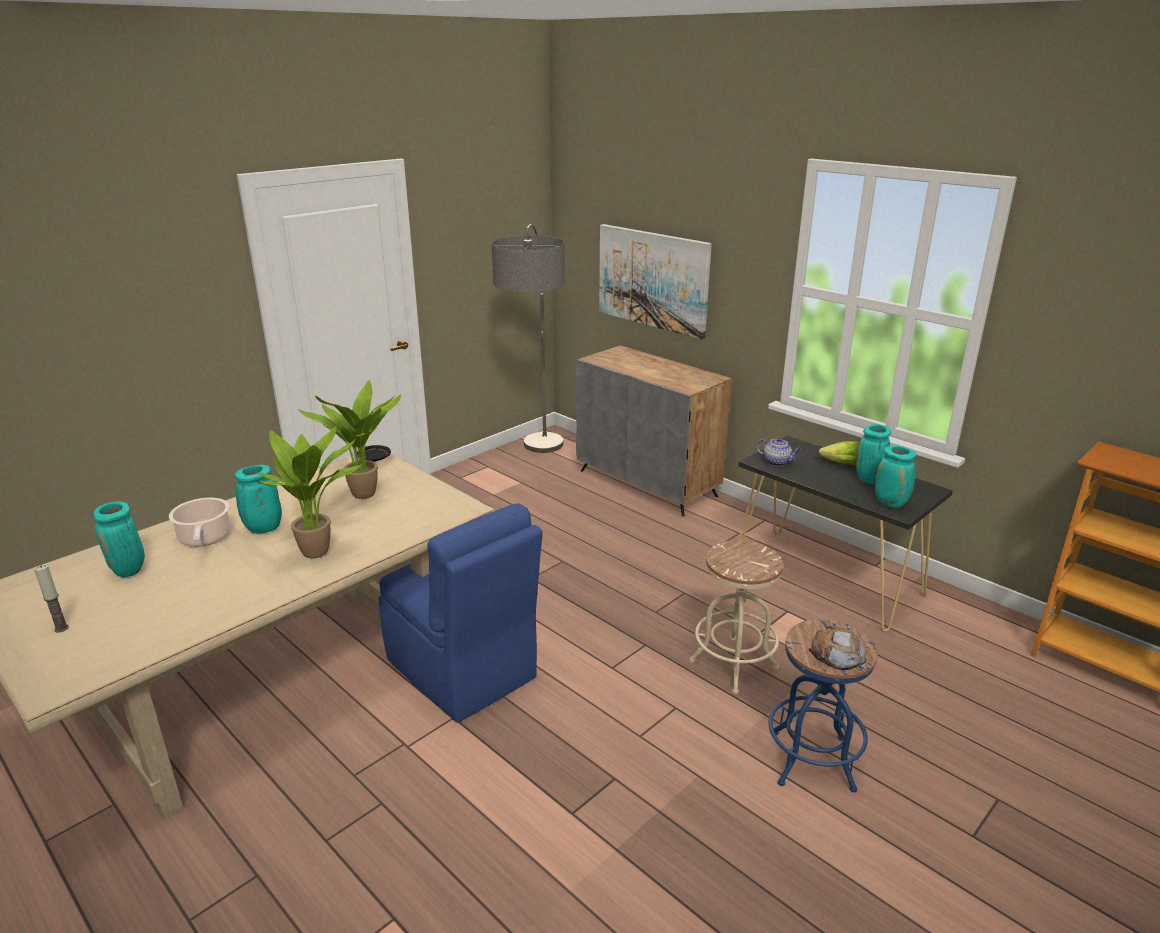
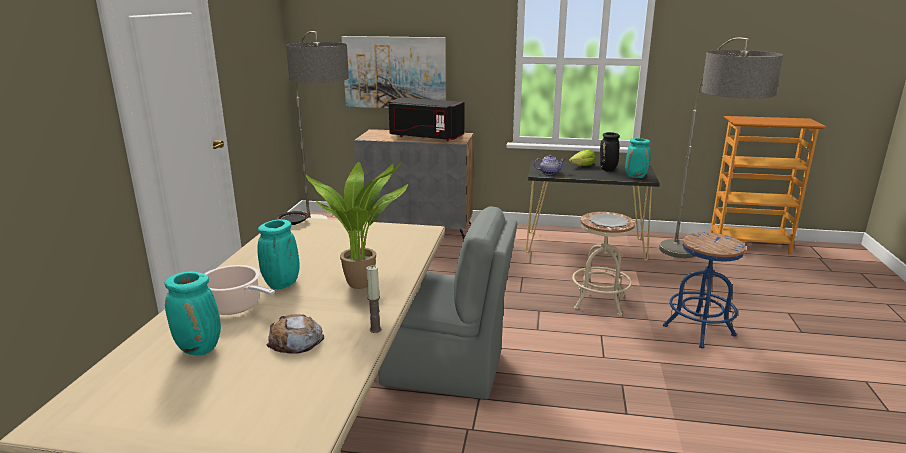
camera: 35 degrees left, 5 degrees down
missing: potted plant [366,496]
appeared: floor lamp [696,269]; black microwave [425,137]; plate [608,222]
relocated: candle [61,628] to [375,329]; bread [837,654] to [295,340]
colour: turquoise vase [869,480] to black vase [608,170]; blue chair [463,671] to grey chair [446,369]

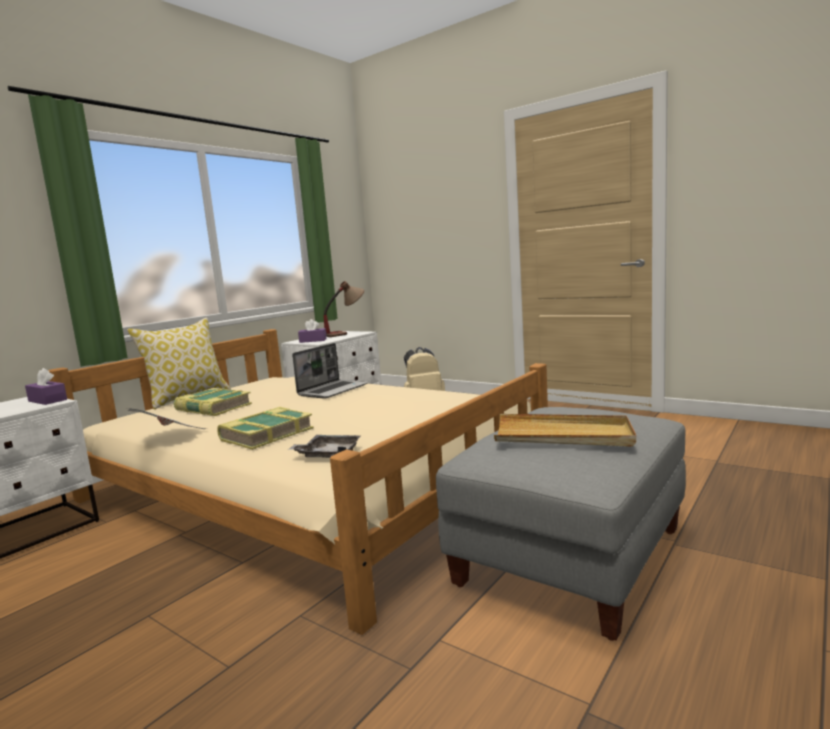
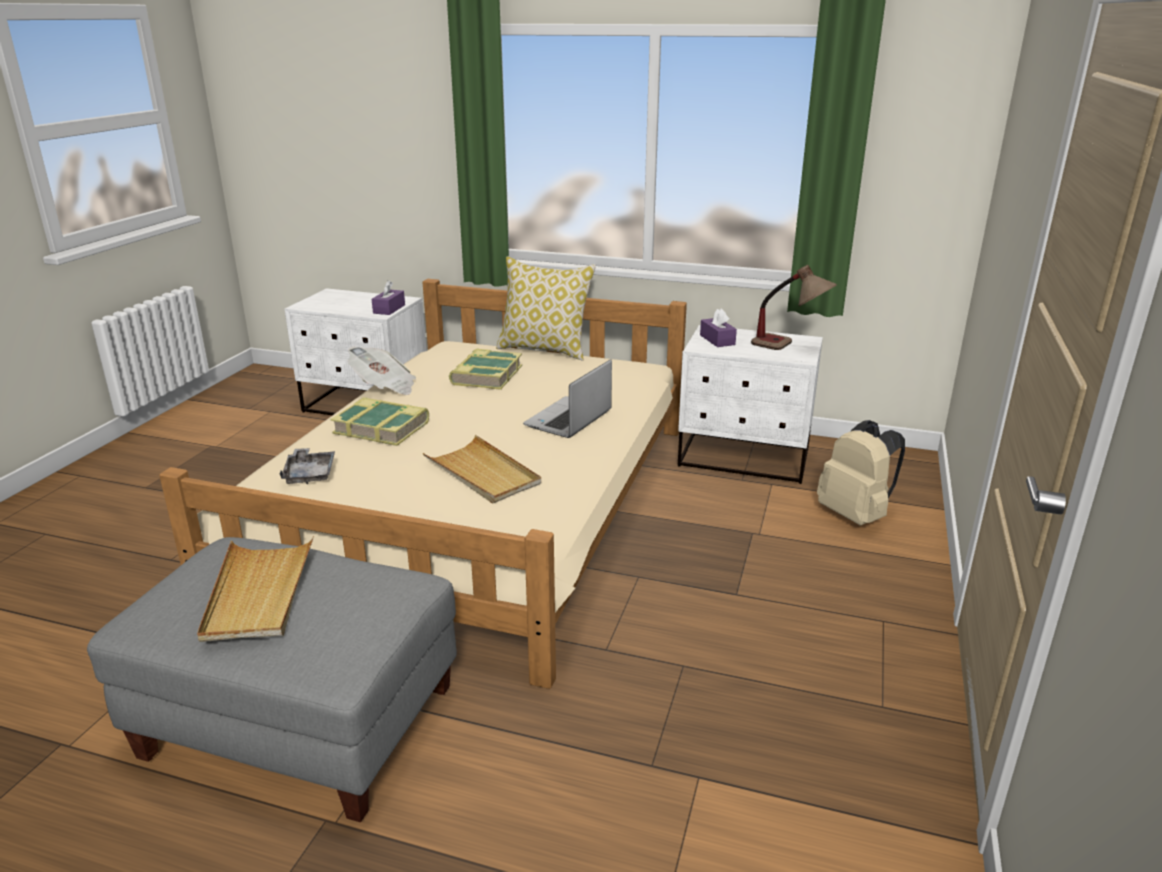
camera: 70 degrees right, 15 degrees up
appeared: beige tray [483,473]
spun: laptop [333,390] = [568,419] 105 degrees clockwise

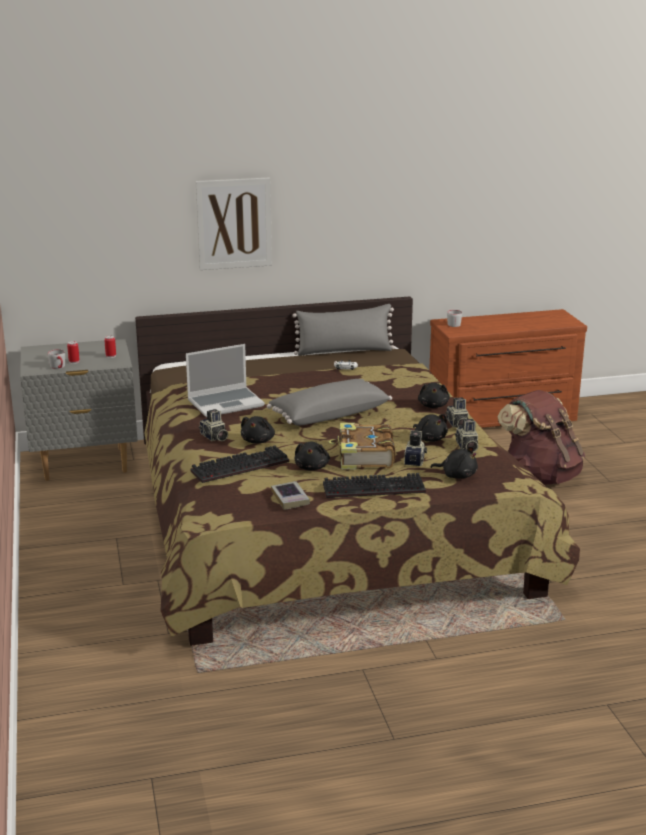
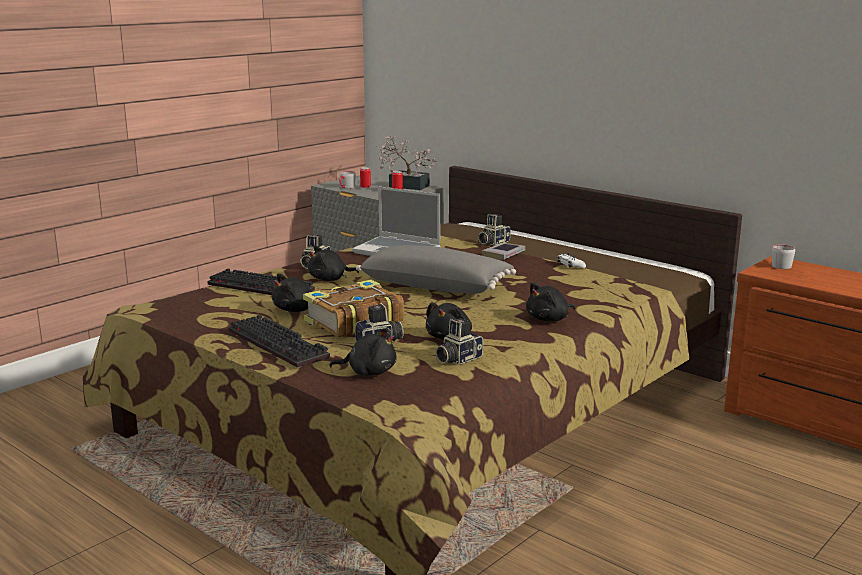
camera: 55 degrees right, 5 degrees down
missing: picture [234,223]; grey pillow [344,351]; brown backpack [540,476]
appeared: potted plant [405,185]
relocated: photo camera [457,424] to [492,243]; book [290,498] to [503,255]
spun: black plush toy [457,475] = [368,372] 75 degrees counterclockwise

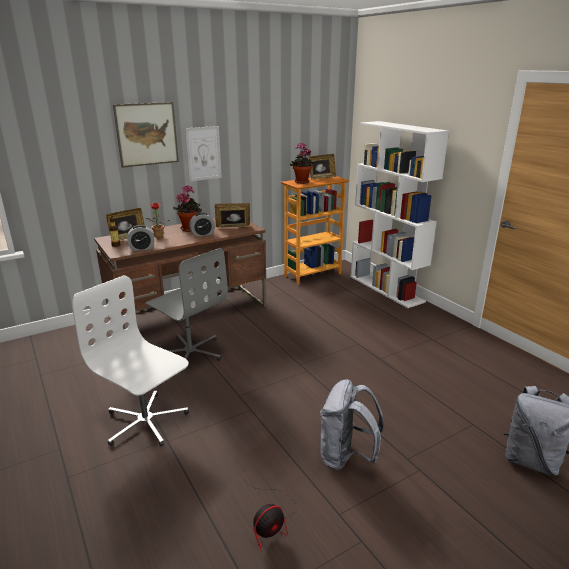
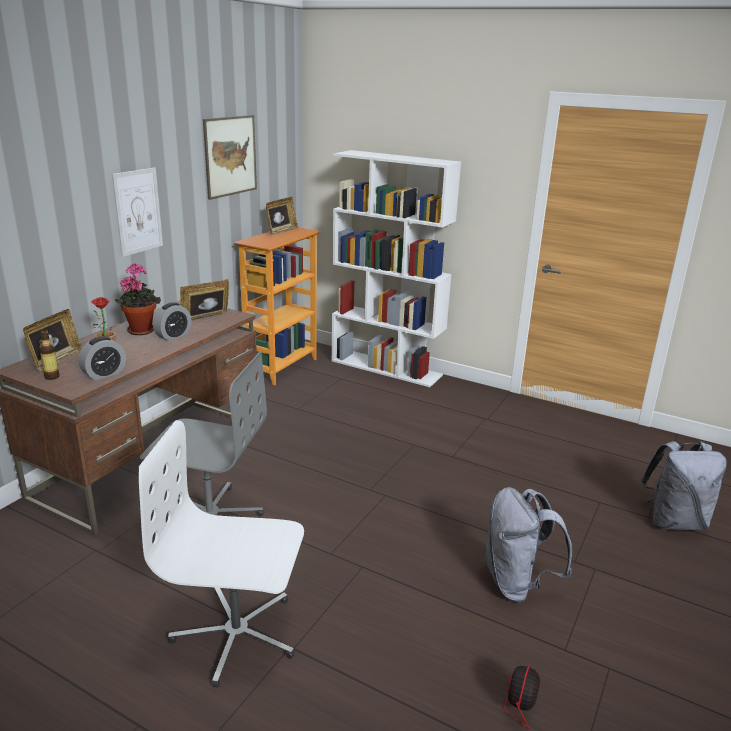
camera: 30 degrees left, 0 degrees up
missing: potted plant [301,182]
relocated: picture [147,134] to [230,156]

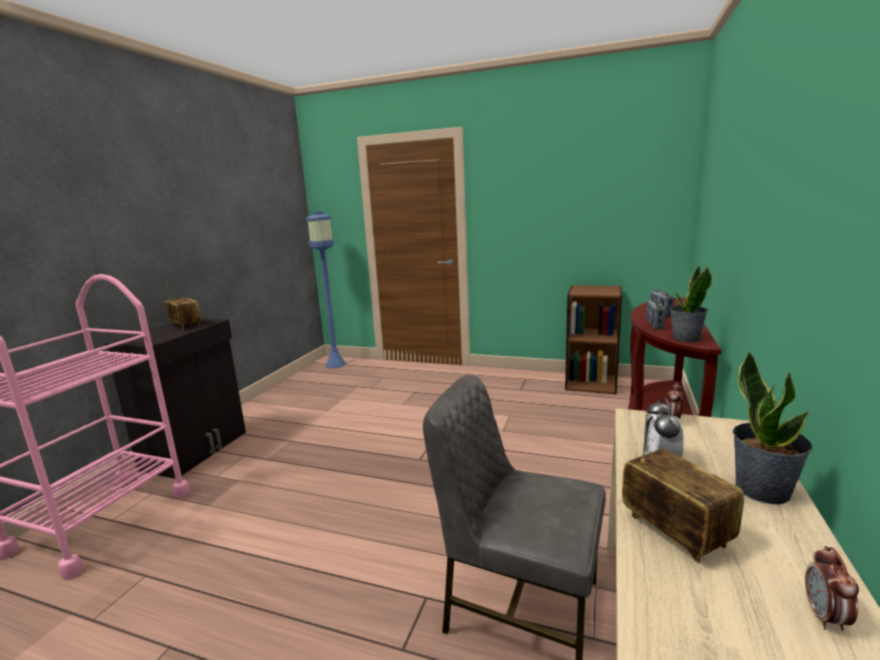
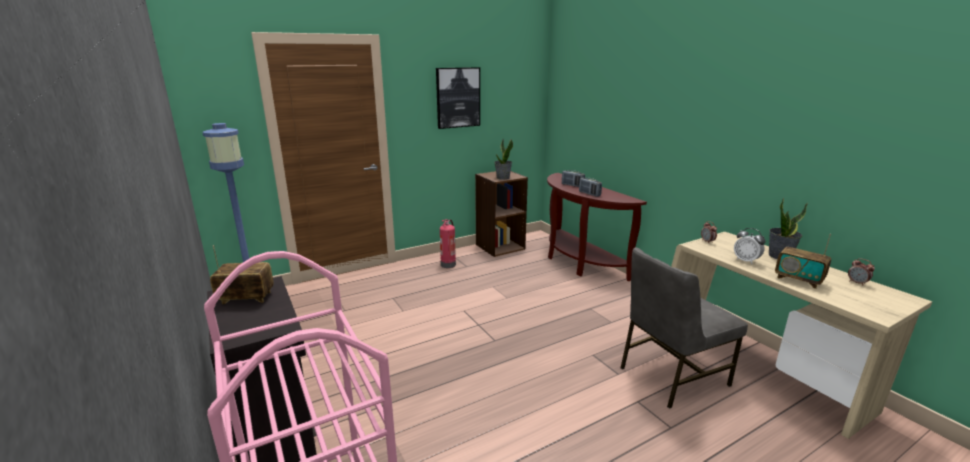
camera: 50 degrees left, 5 degrees up
appeared: picture [458,97]; fire extinguisher [448,264]
relocated: potted plant [685,338] to [503,178]
spun: radio [675,531] = [798,280] 150 degrees counterclockwise

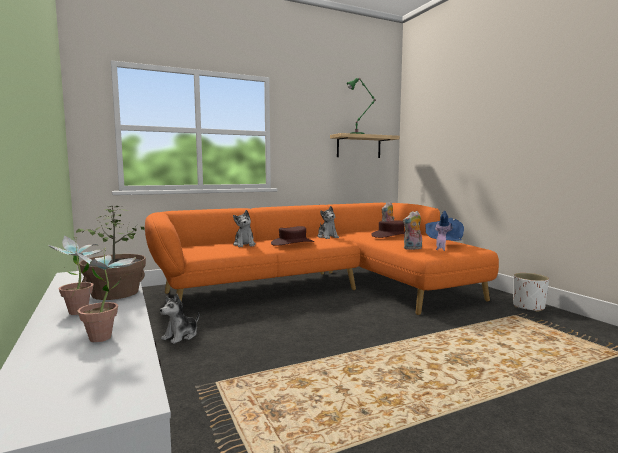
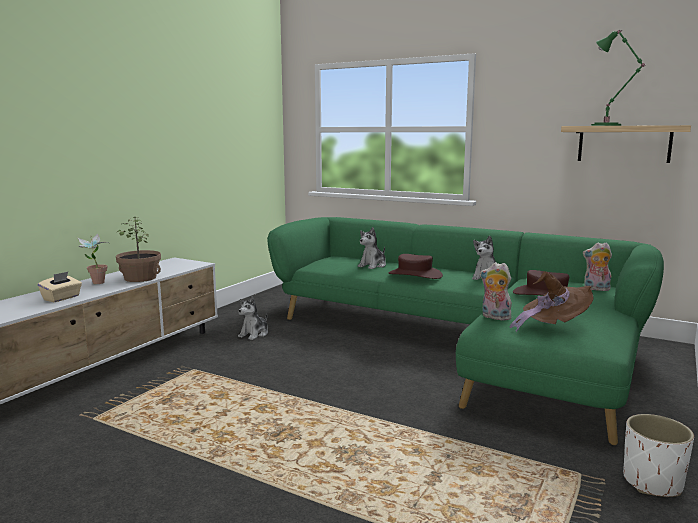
camera: 55 degrees right, 5 degrees up
exchanged: potted plant [109,337] to beige tissue box [62,298]
colour: orange sofa [327,288] to green sofa [464,344]; blue hat [443,245] to brown hat [552,327]
spun: plush toy [181,336] = [254,334] 60 degrees counterclockwise

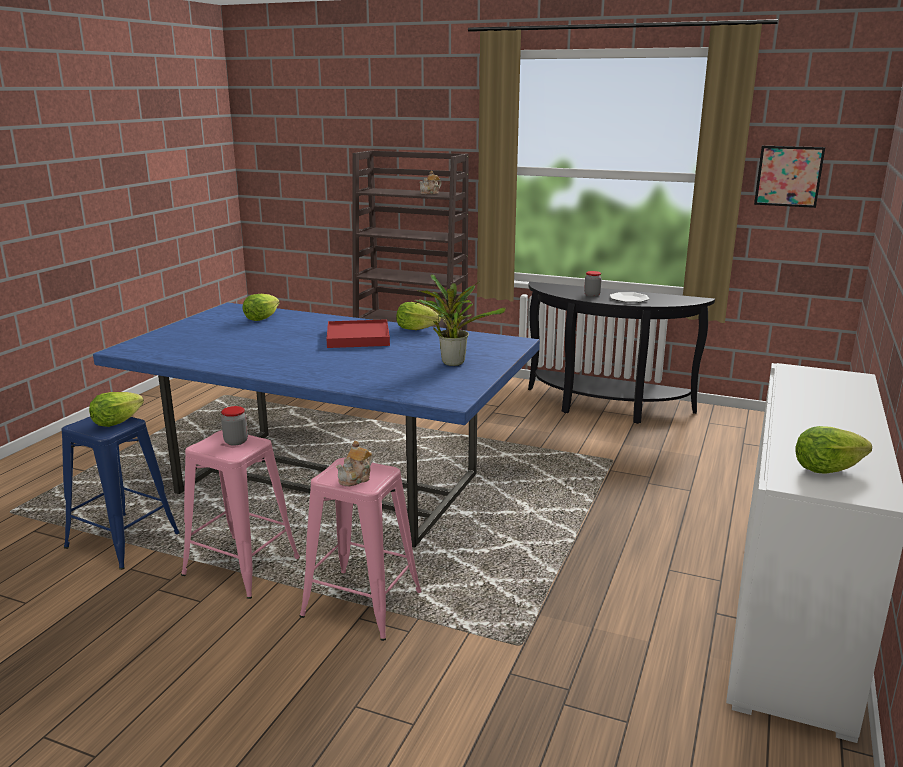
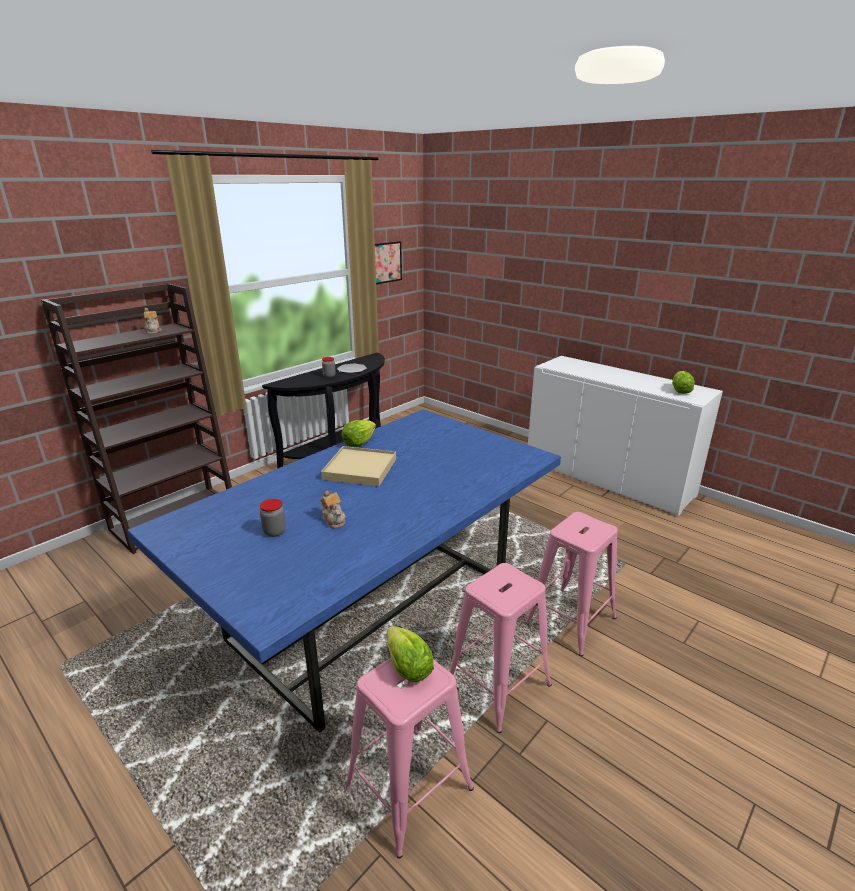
camera: 70 degrees left, 5 degrees up
missing: potted plant [451,362]; lettuce [261,318]
relocated: jar [236,441] to [274,532]; teapot [356,479] to [334,519]
colour: red tray [358,337] to beige tray [360,469]; blue stool [123,541] to pink stool [410,788]

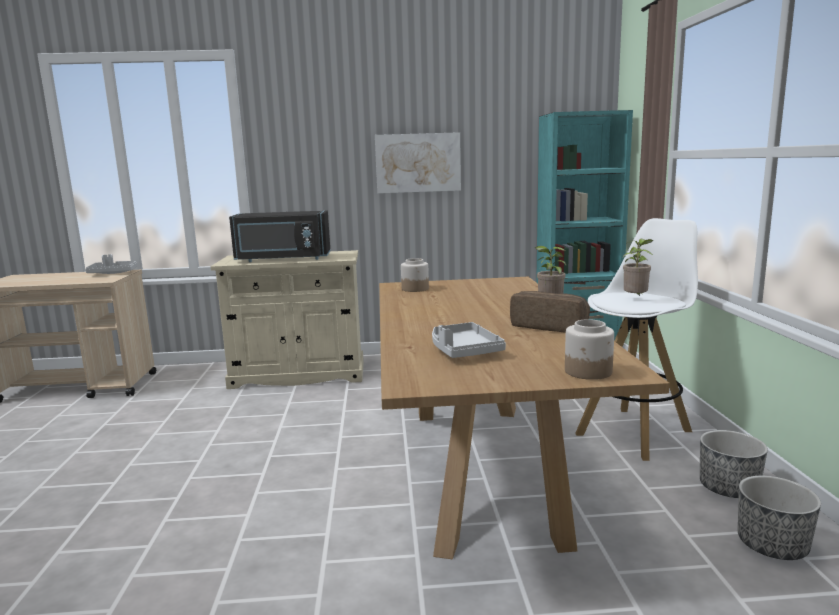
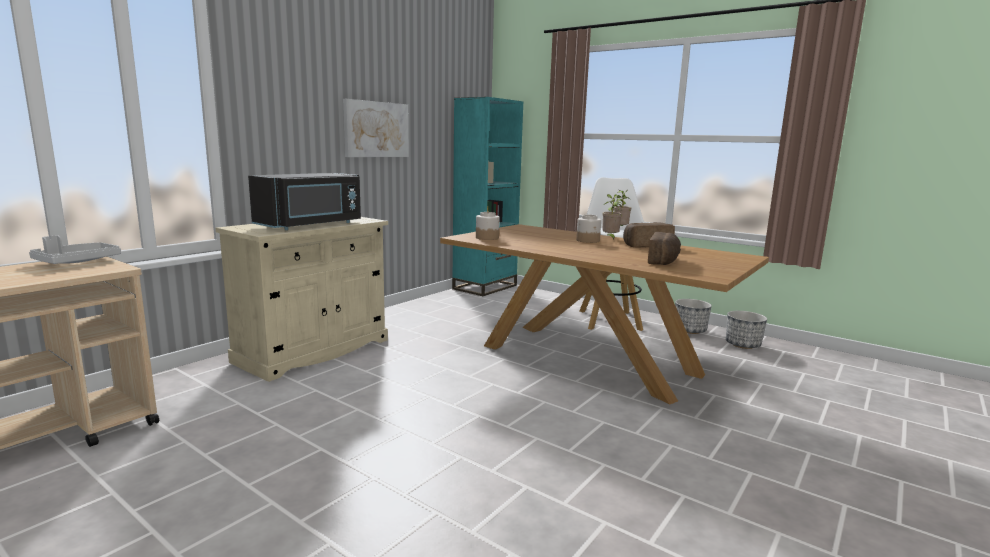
camera: 50 degrees left, 0 degrees up
relocated: jar [588,372] to [588,241]
exchanged: grey tray [463,351] to bread [664,261]

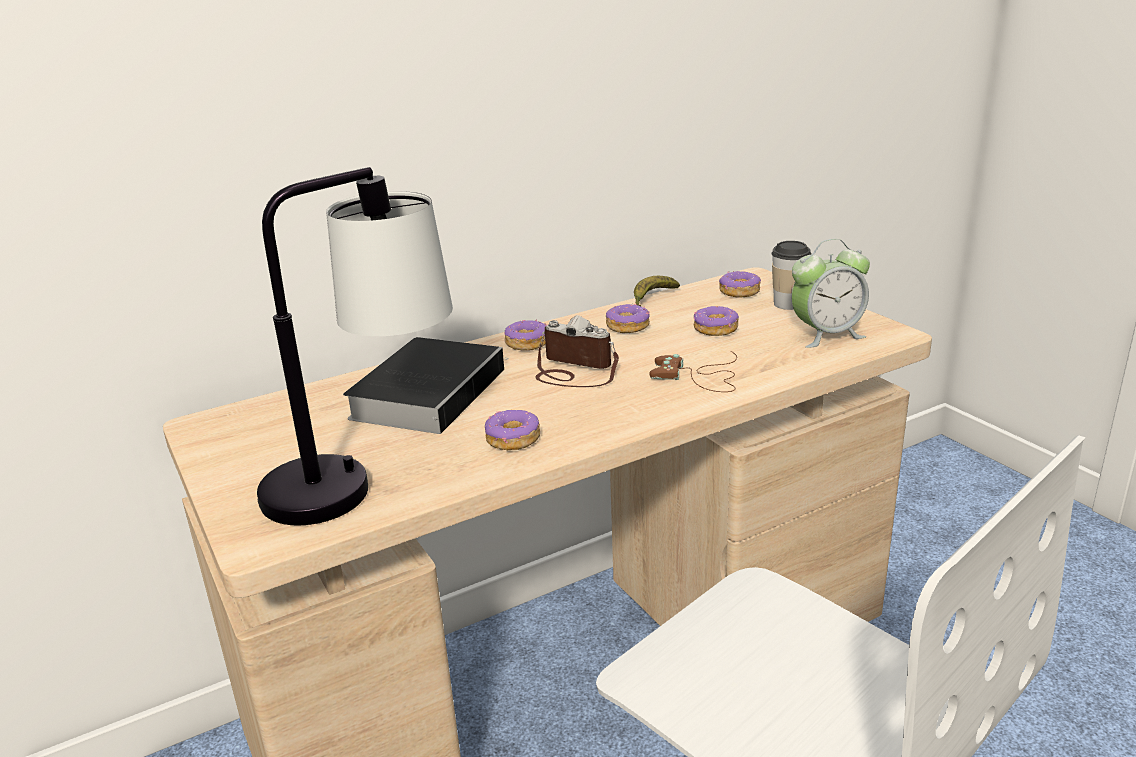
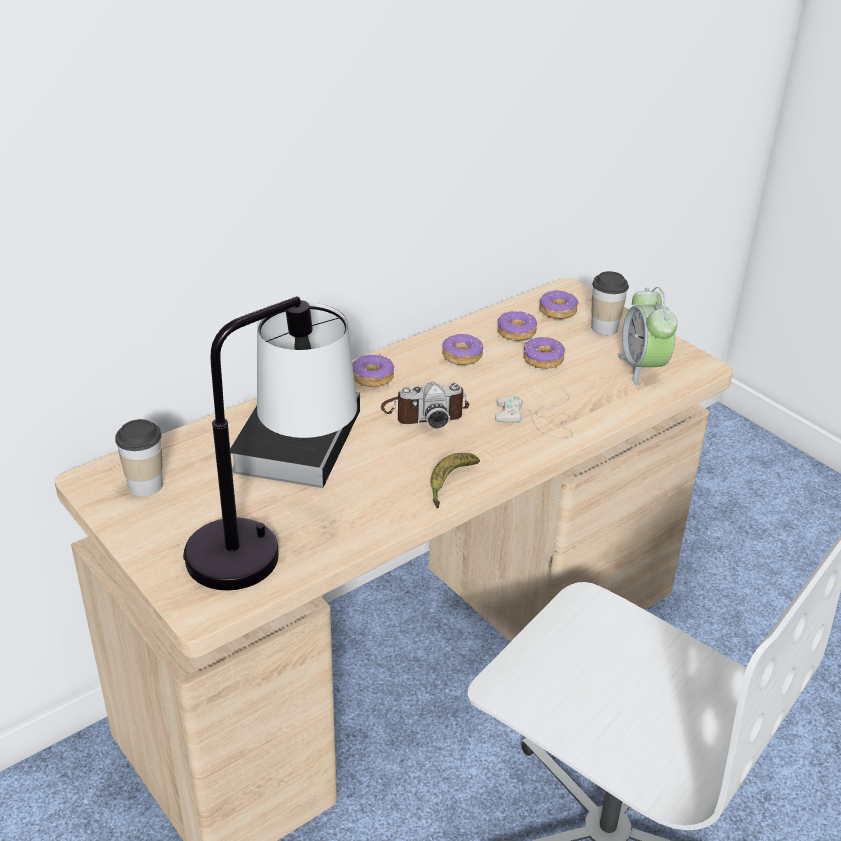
camera: 10 degrees left, 10 degrees up
appeared: cup [145,485]
relocated: banana [652,300] to [449,484]; donut [512,439] to [516,333]
colour: brown game controller [700,377] to white game controller [539,419]
spun: alarm clock [826,335] = [642,368] 105 degrees clockwise; photo camera [574,371] = [424,412] 150 degrees clockwise

